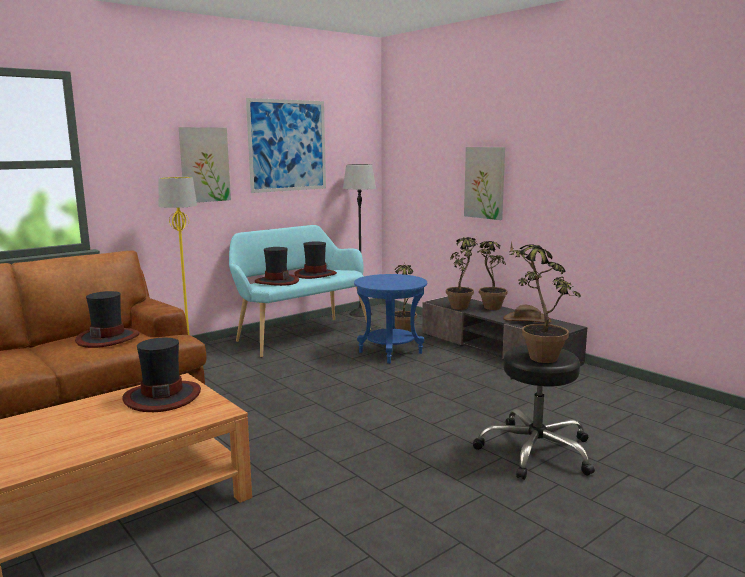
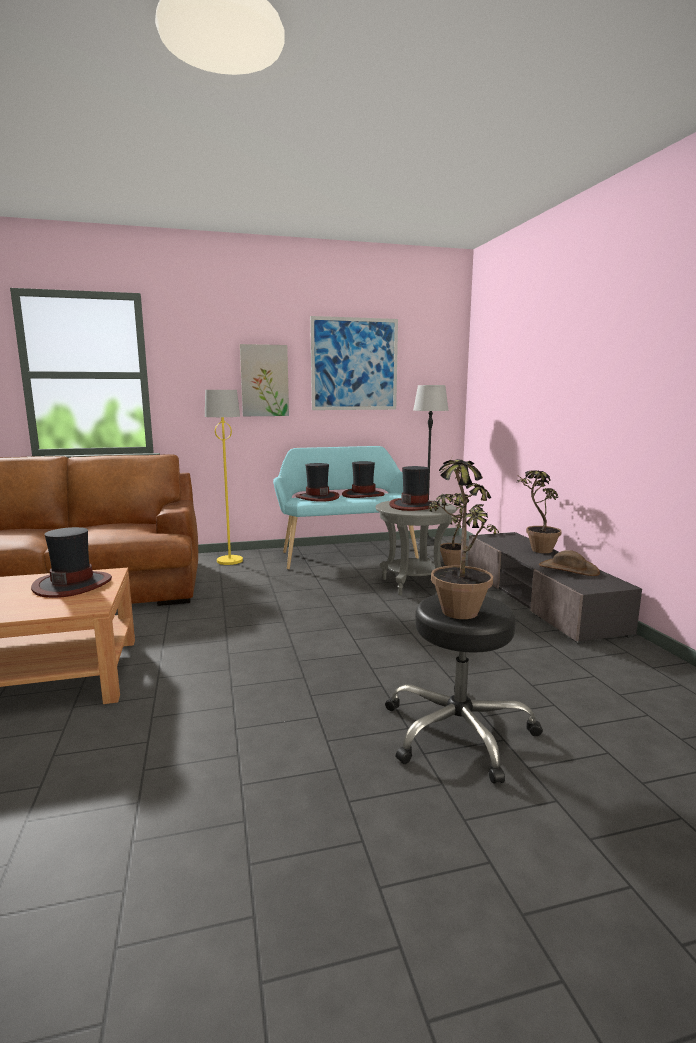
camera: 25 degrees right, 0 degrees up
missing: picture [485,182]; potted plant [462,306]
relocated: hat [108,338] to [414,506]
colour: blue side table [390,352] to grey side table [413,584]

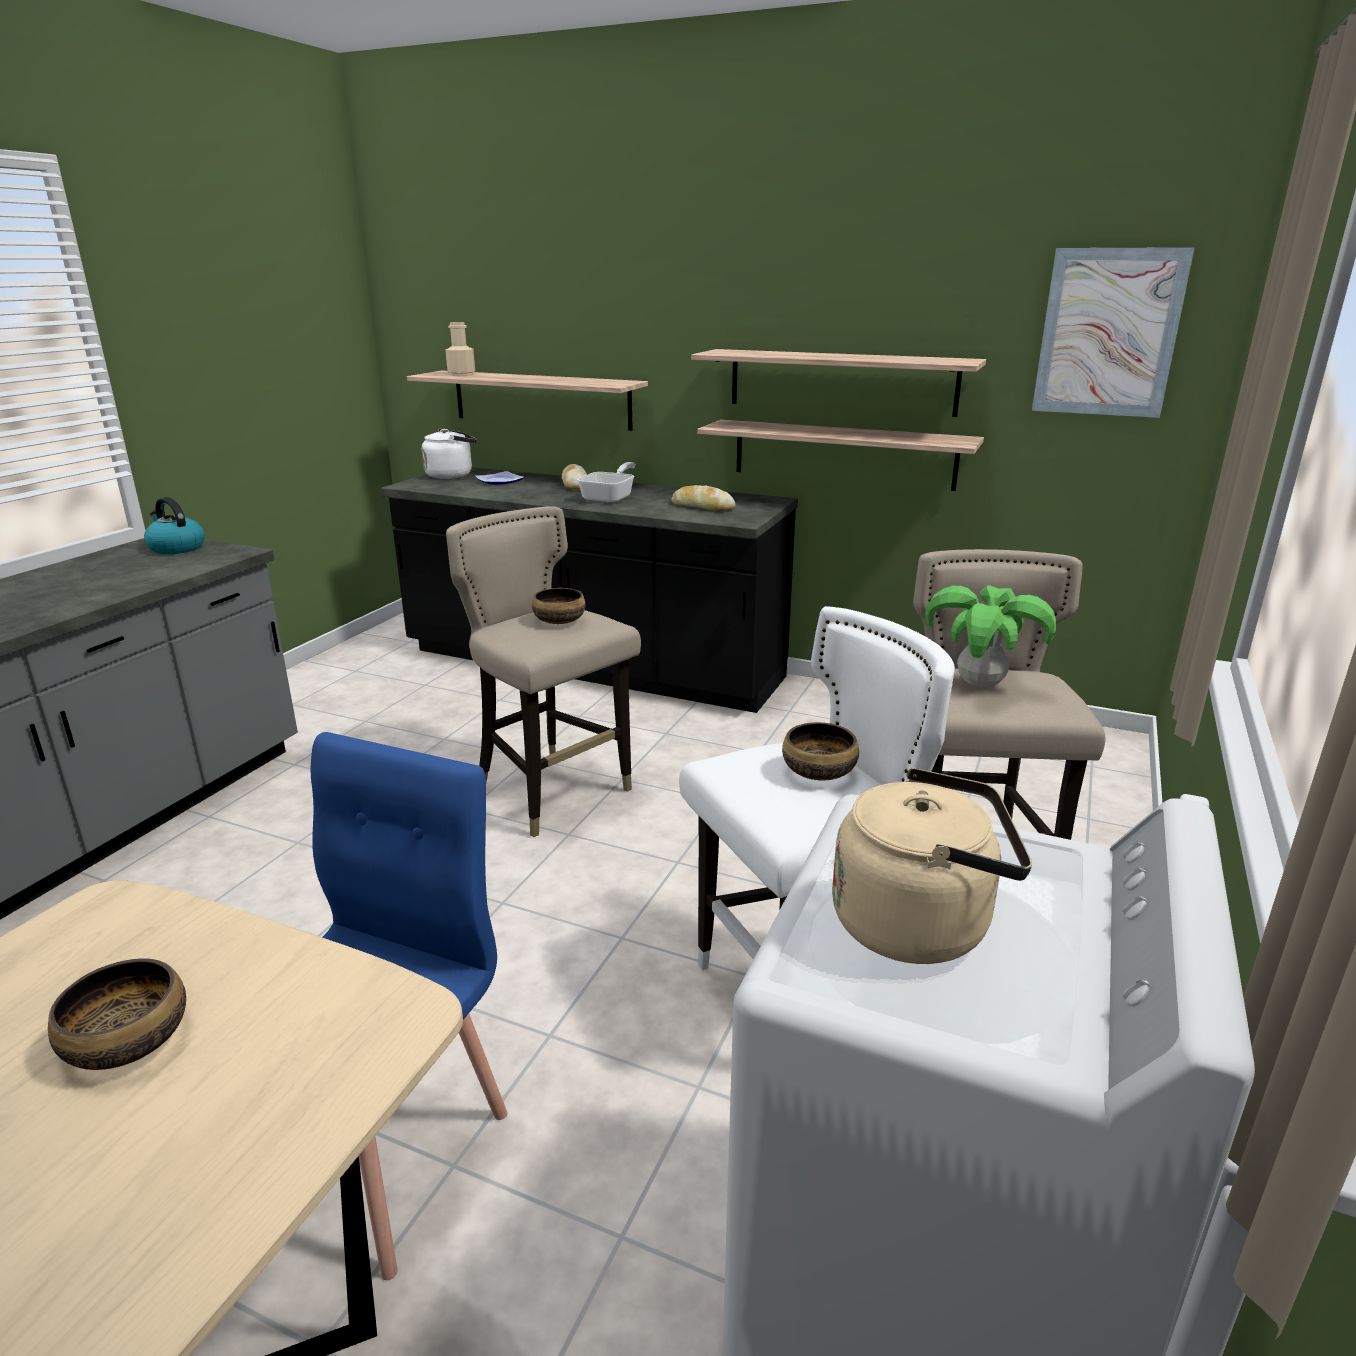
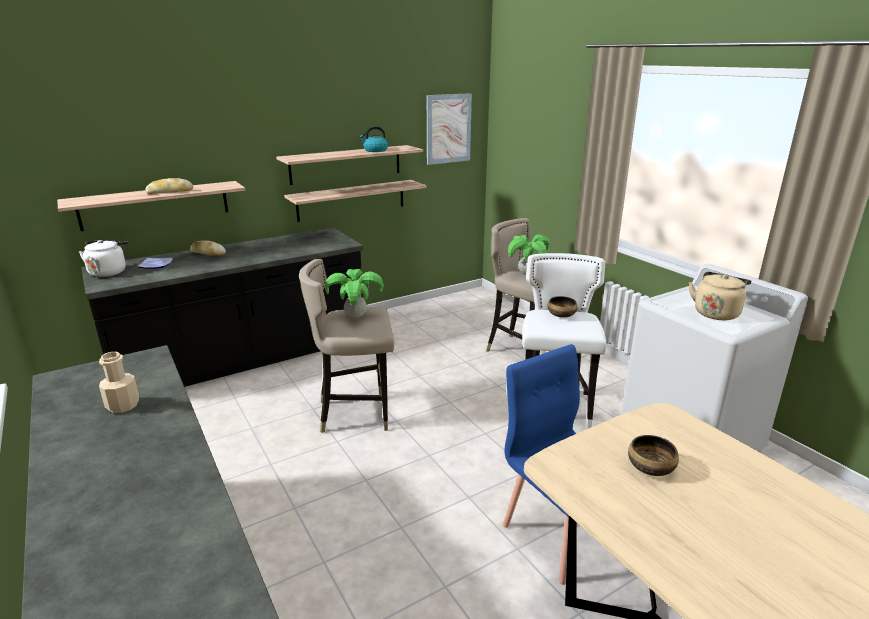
camera: 55 degrees left, 0 degrees up
missing: frying pan [610,498]
relocated: beige bottle [461,375] to [123,405]; bread [702,507] to [170,192]; kettle [176,548] to [375,150]
exchanged: bowl [558,620] to potted plant [355,316]

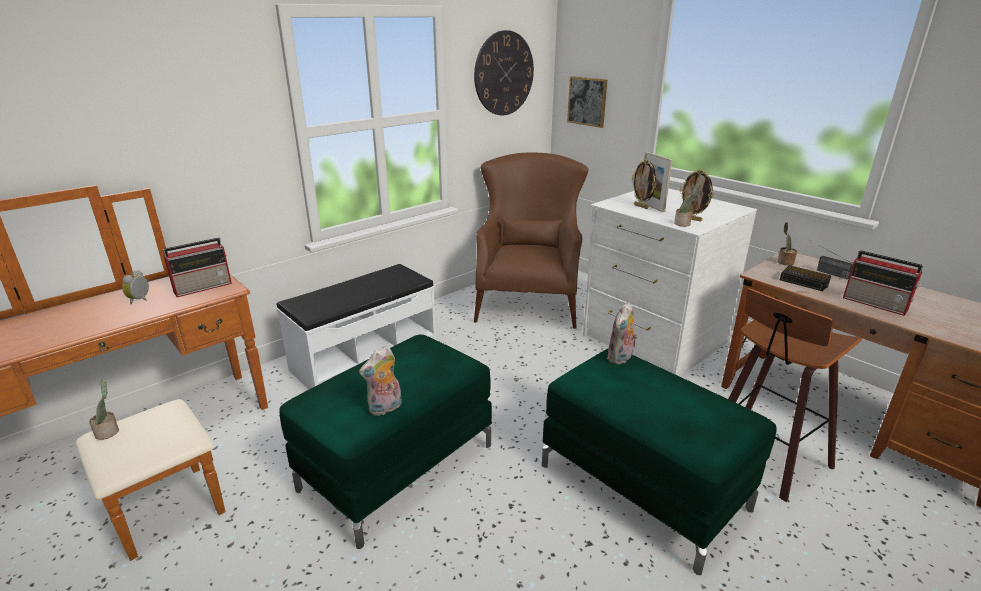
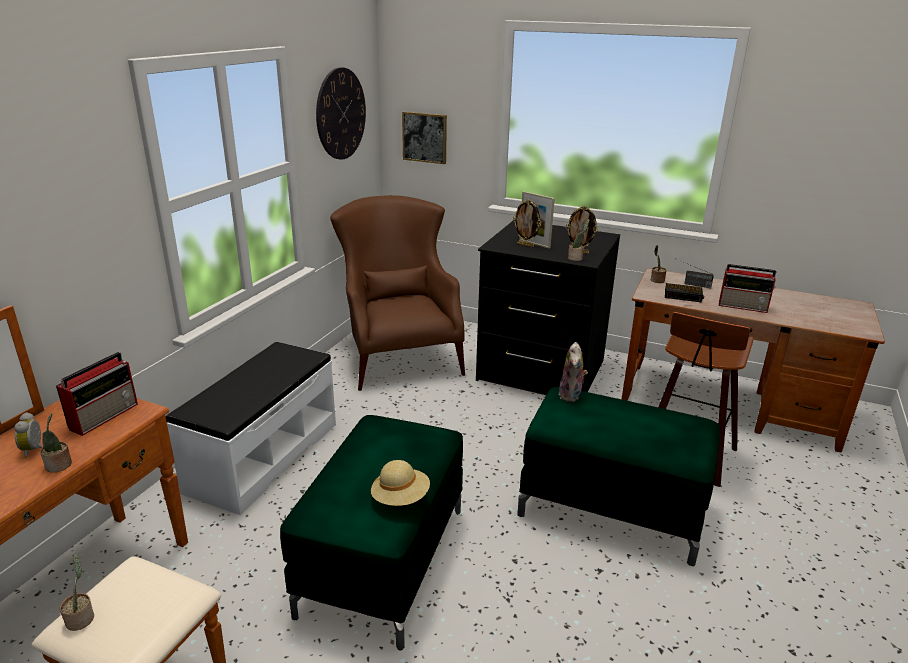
camera: 25 degrees left, 0 degrees up
appeared: potted plant [59,466]
exchanged: plush toy [385,408] to beige hat [401,498]
colour: white dresser [653,339] to black dresser [540,371]

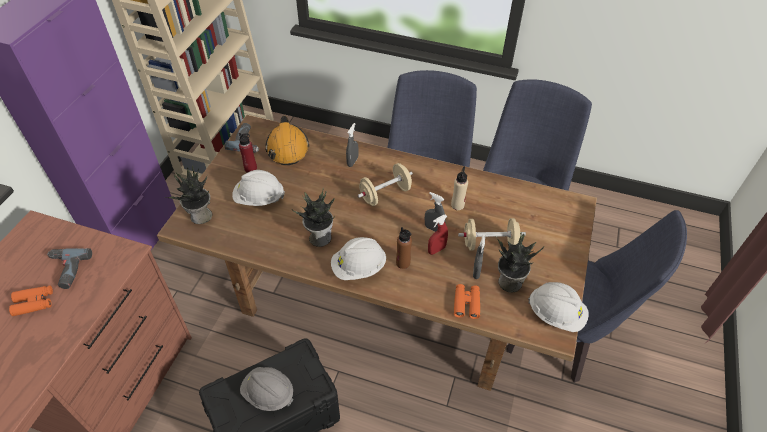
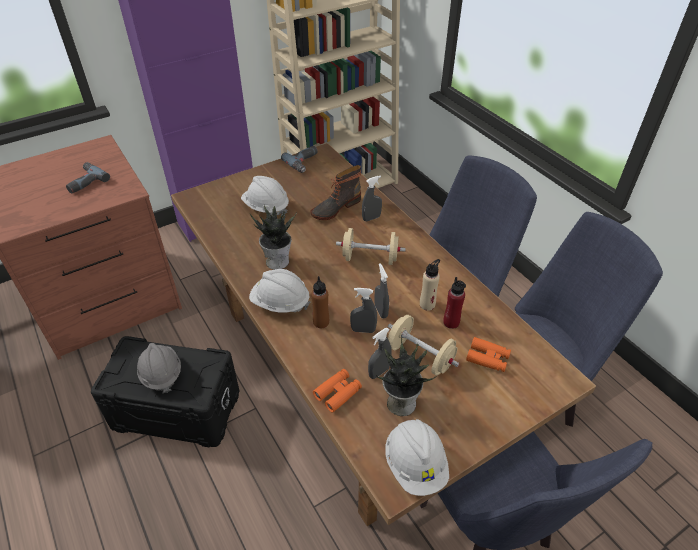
camera: 40 degrees right, 5 degrees down
missing: orange hard hat [287,147]; potted plant [200,216]
appeared: boot [335,208]
relocated: red bottle [250,168] to [451,322]; orange binoculars [34,303] to [487,358]
colour: red spray bottle [436,250] to grey spray bottle [363,330]

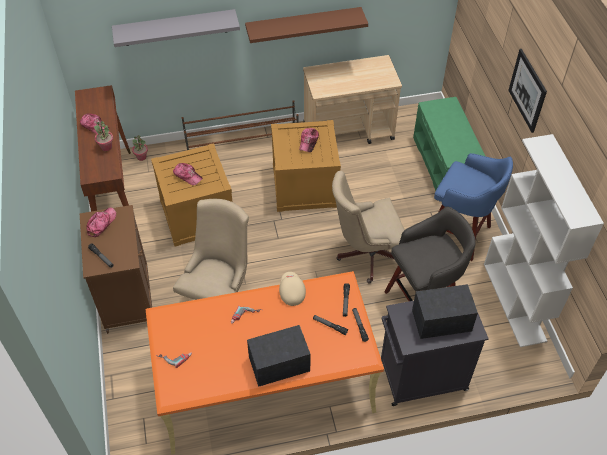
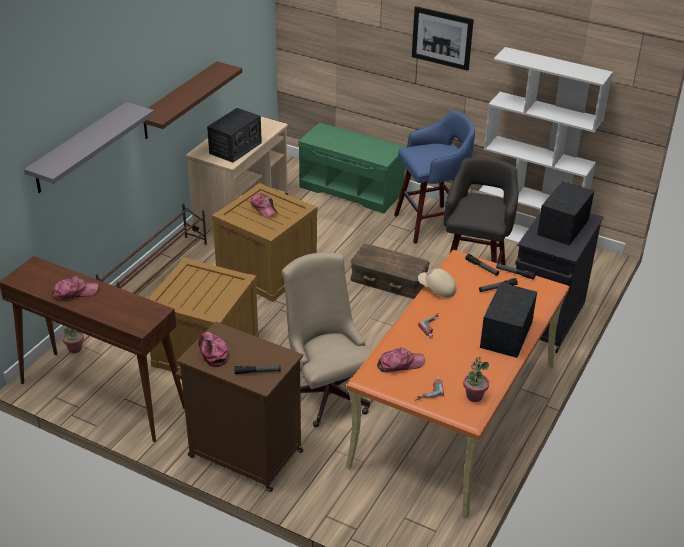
camera: 50 degrees left, 15 degrees down
appeared: radio [235,148]
relocated: potted plant [106,147] to [474,396]; cap [187,176] to [400,364]
exchanged: beige office chair [366,255] to brown storage box [388,280]

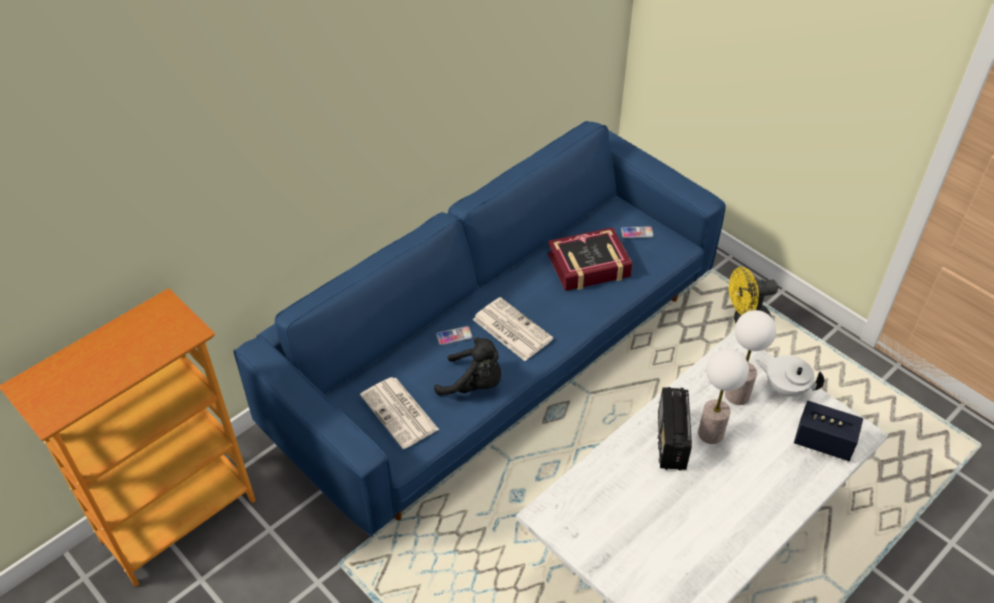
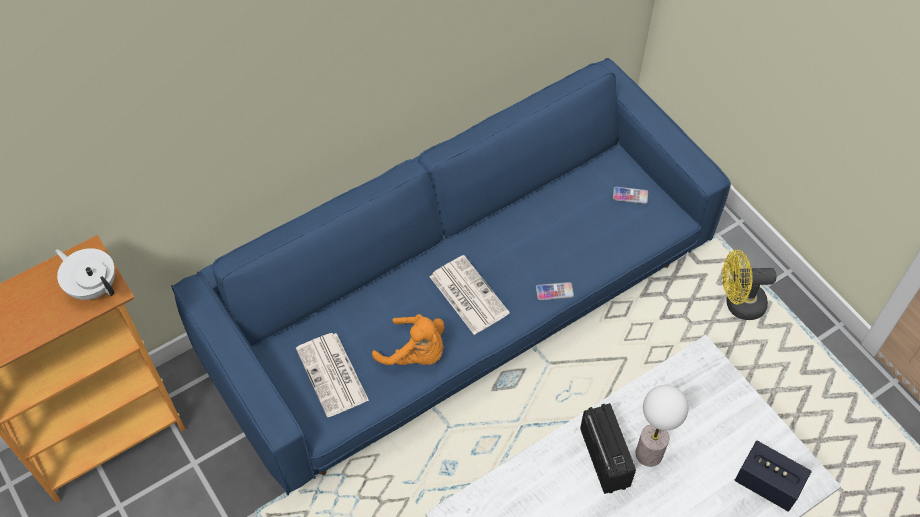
camera: 10 degrees right, 10 degrees up
missing: book [589,266]; table lamp [737,395]
relocated: phone [454,336] to [554,291]; white teapot [785,387] to [93,286]
colour: black plush toy [474,384] to orange plush toy [416,353]
spun: radio [671,442] = [604,457] 150 degrees clockwise

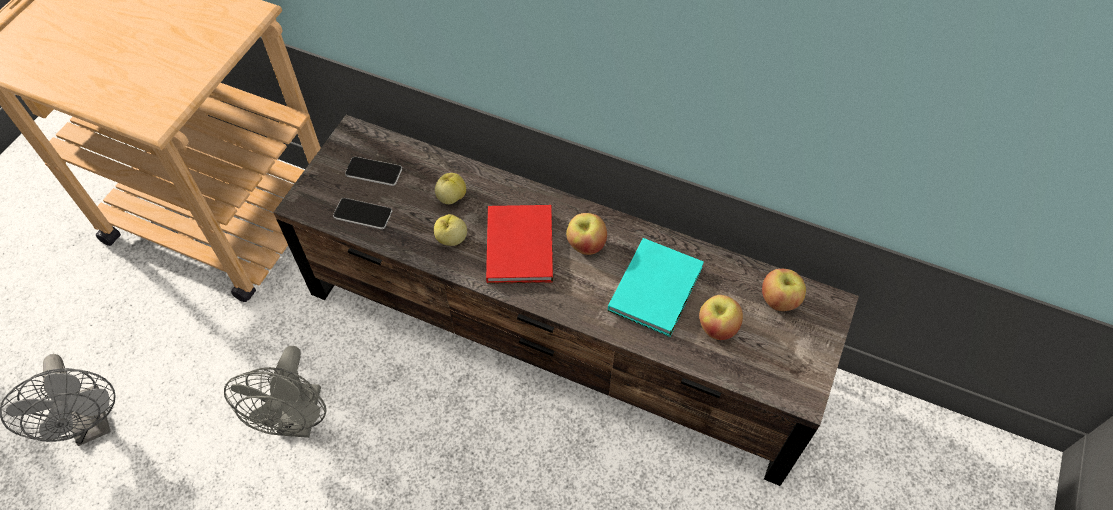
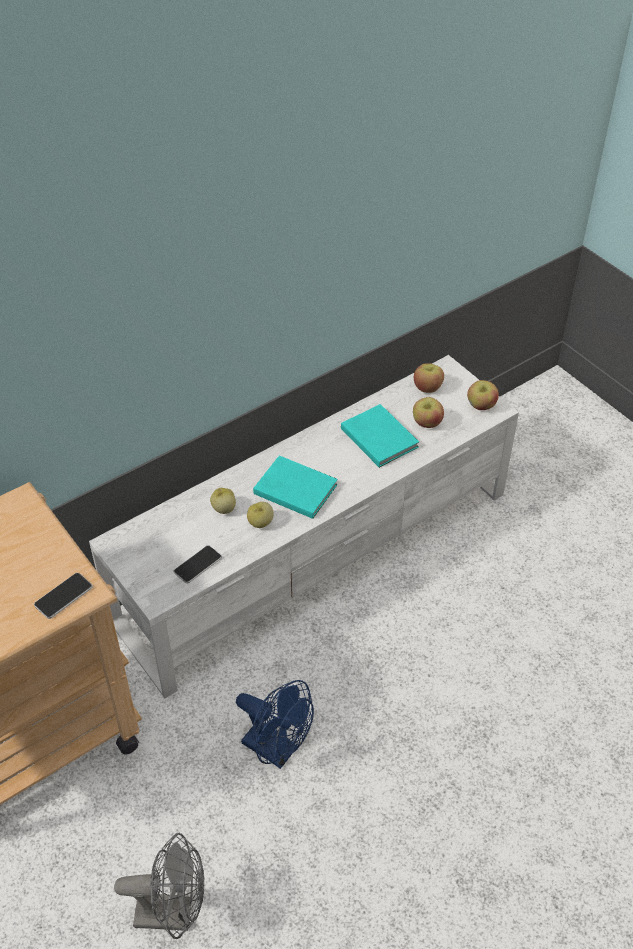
camera: 60 degrees left, 10 degrees down
relocated: phone [374,172] to [63,596]; apple [586,244] to [481,406]
colour: brown tv stand [559,333] to white tv stand [317,554]; red book [521,244] to turquoise book [294,488]; grey fan [298,421] to blue fan [277,750]

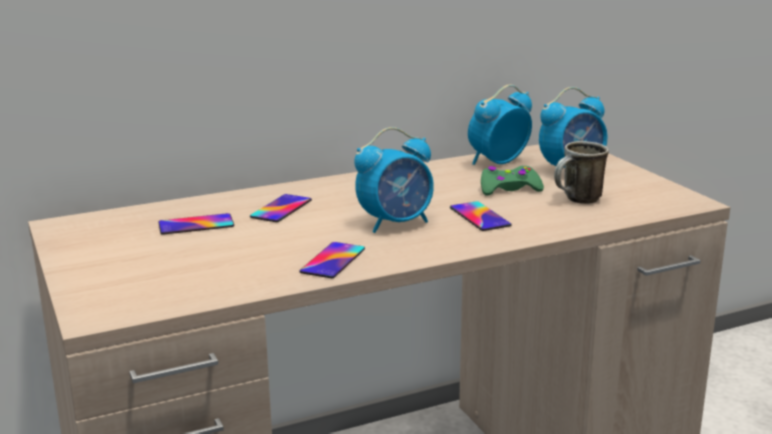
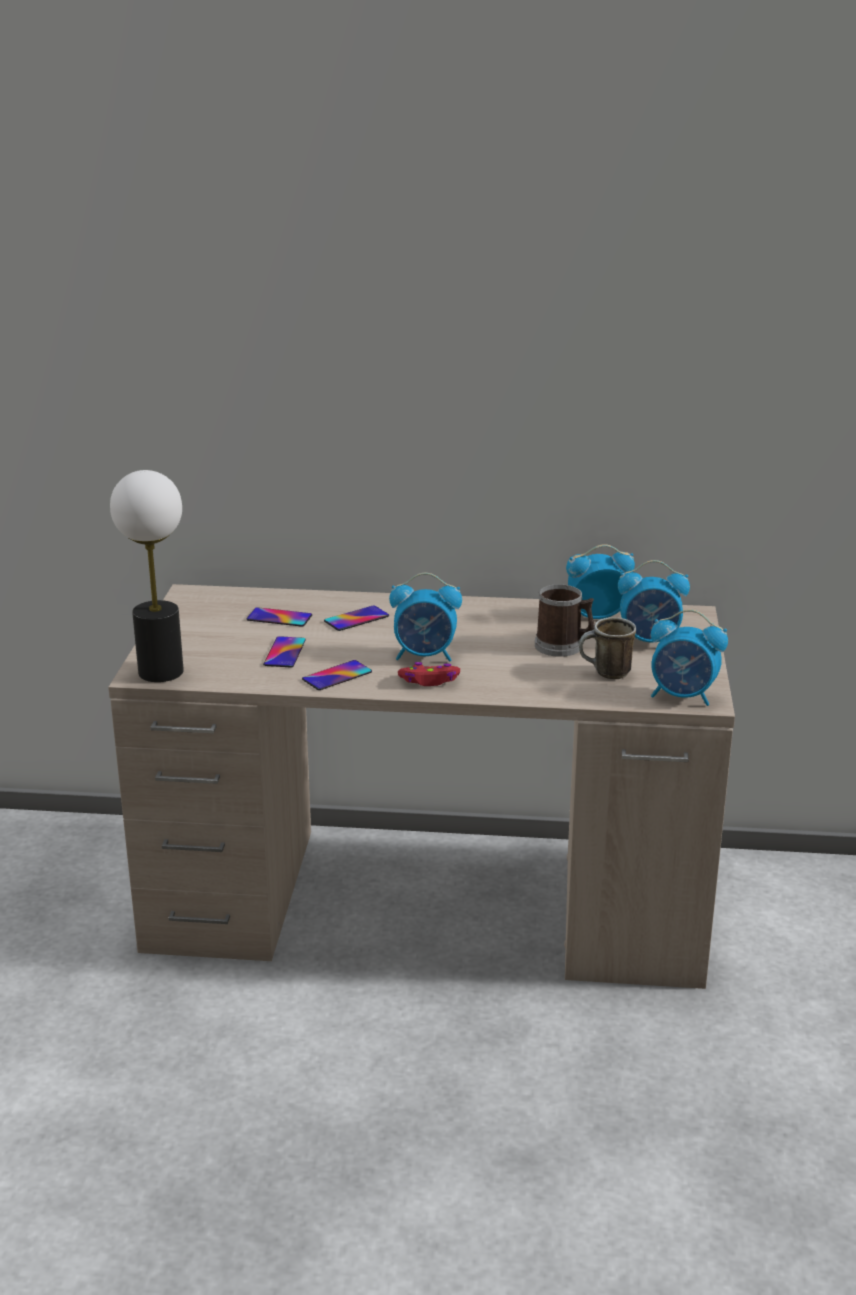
camera: 30 degrees right, 5 degrees up
appeared: table lamp [161,672]; alarm clock [683,696]; red game controller [430,681]
relocated: phone [479,217] to [285,652]
exchanged: green game controller [509,189] to mug [564,646]

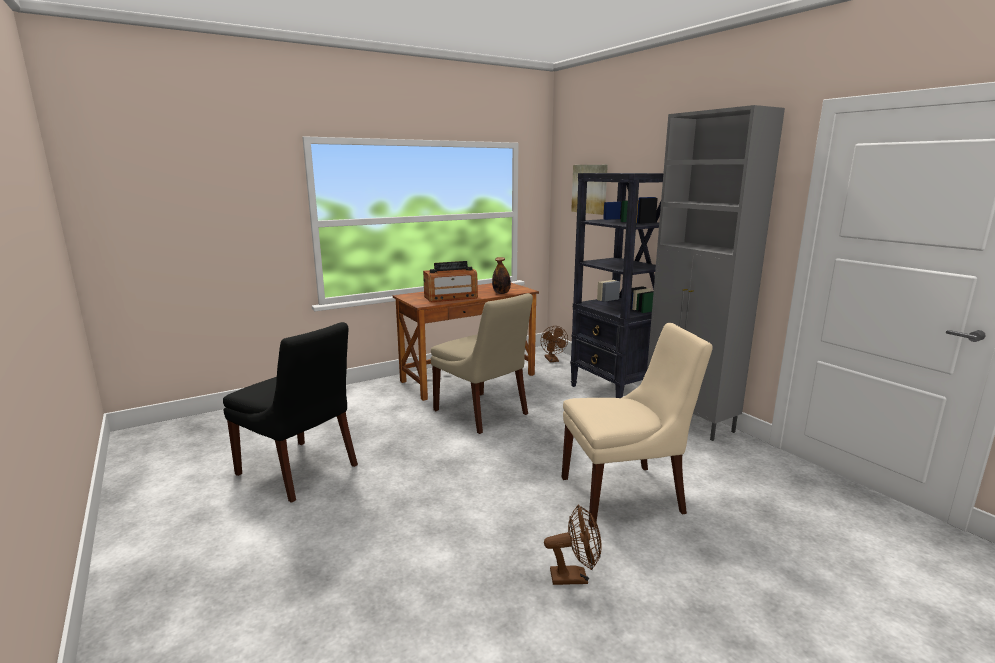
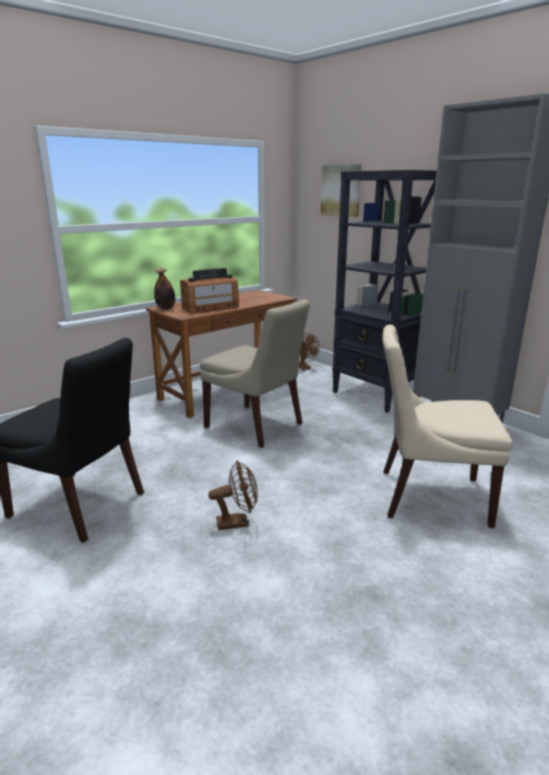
camera: 10 degrees left, 5 degrees up
relocated: bottle [501,293] to [166,308]; brown fan [575,577] to [238,522]
spun: beige chair [625,494] = [428,496] 150 degrees counterclockwise

